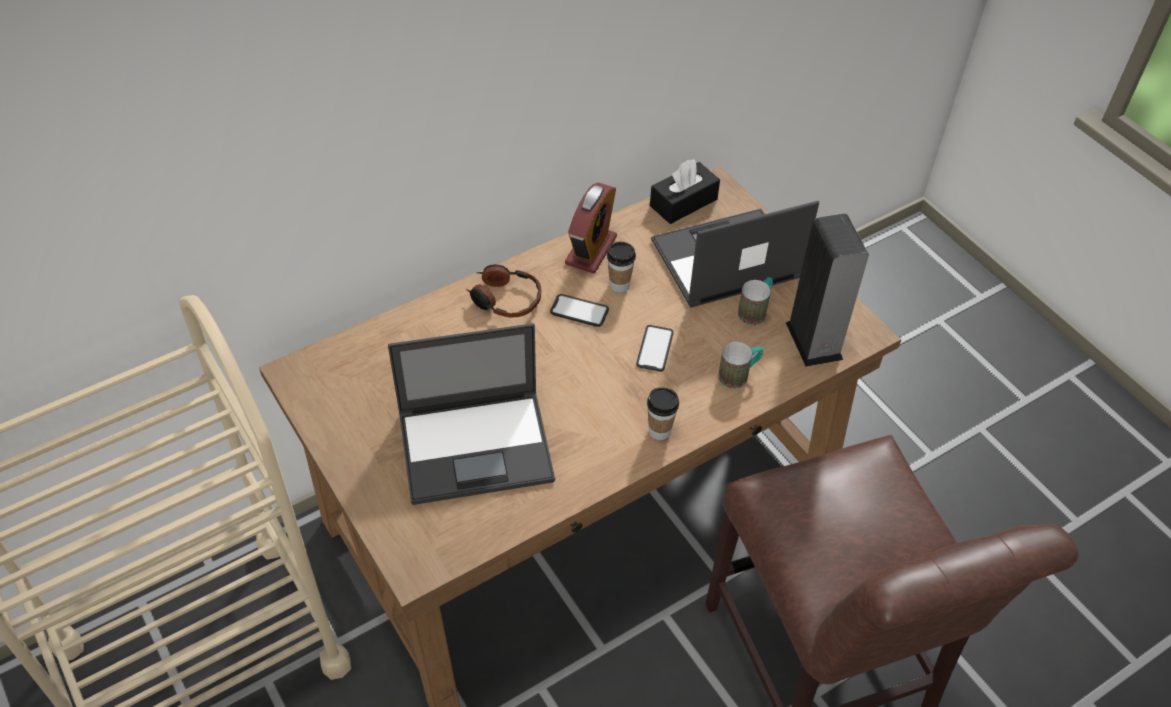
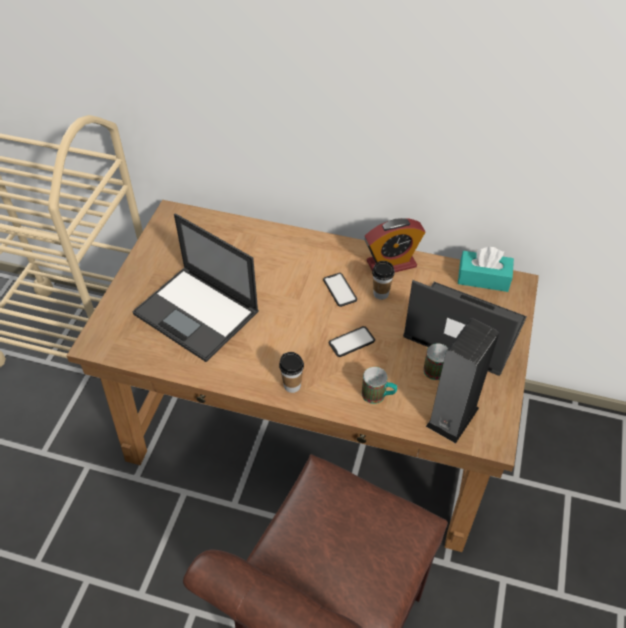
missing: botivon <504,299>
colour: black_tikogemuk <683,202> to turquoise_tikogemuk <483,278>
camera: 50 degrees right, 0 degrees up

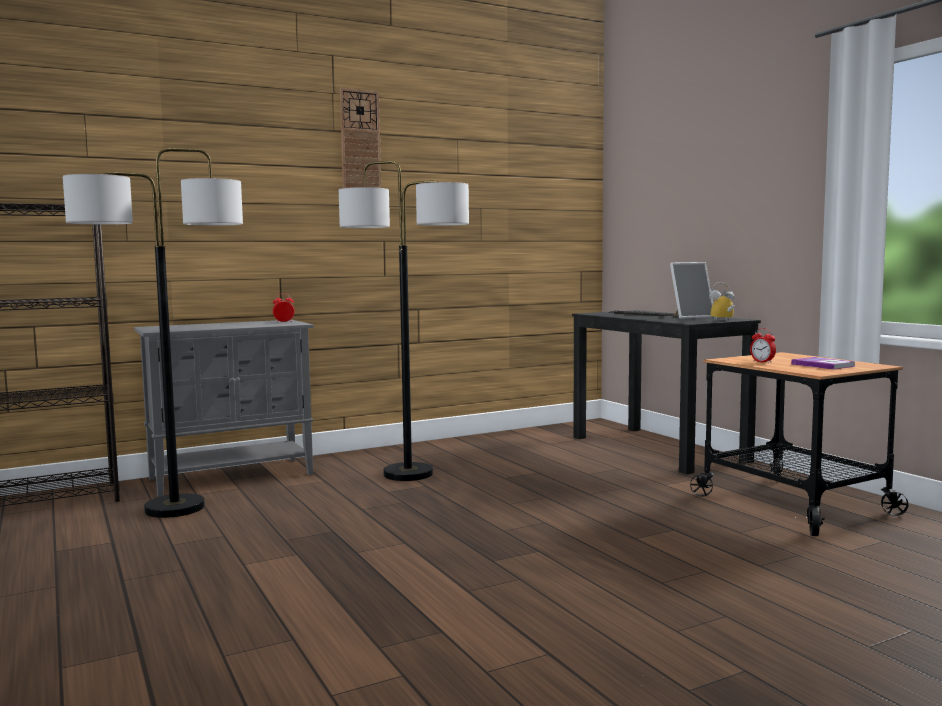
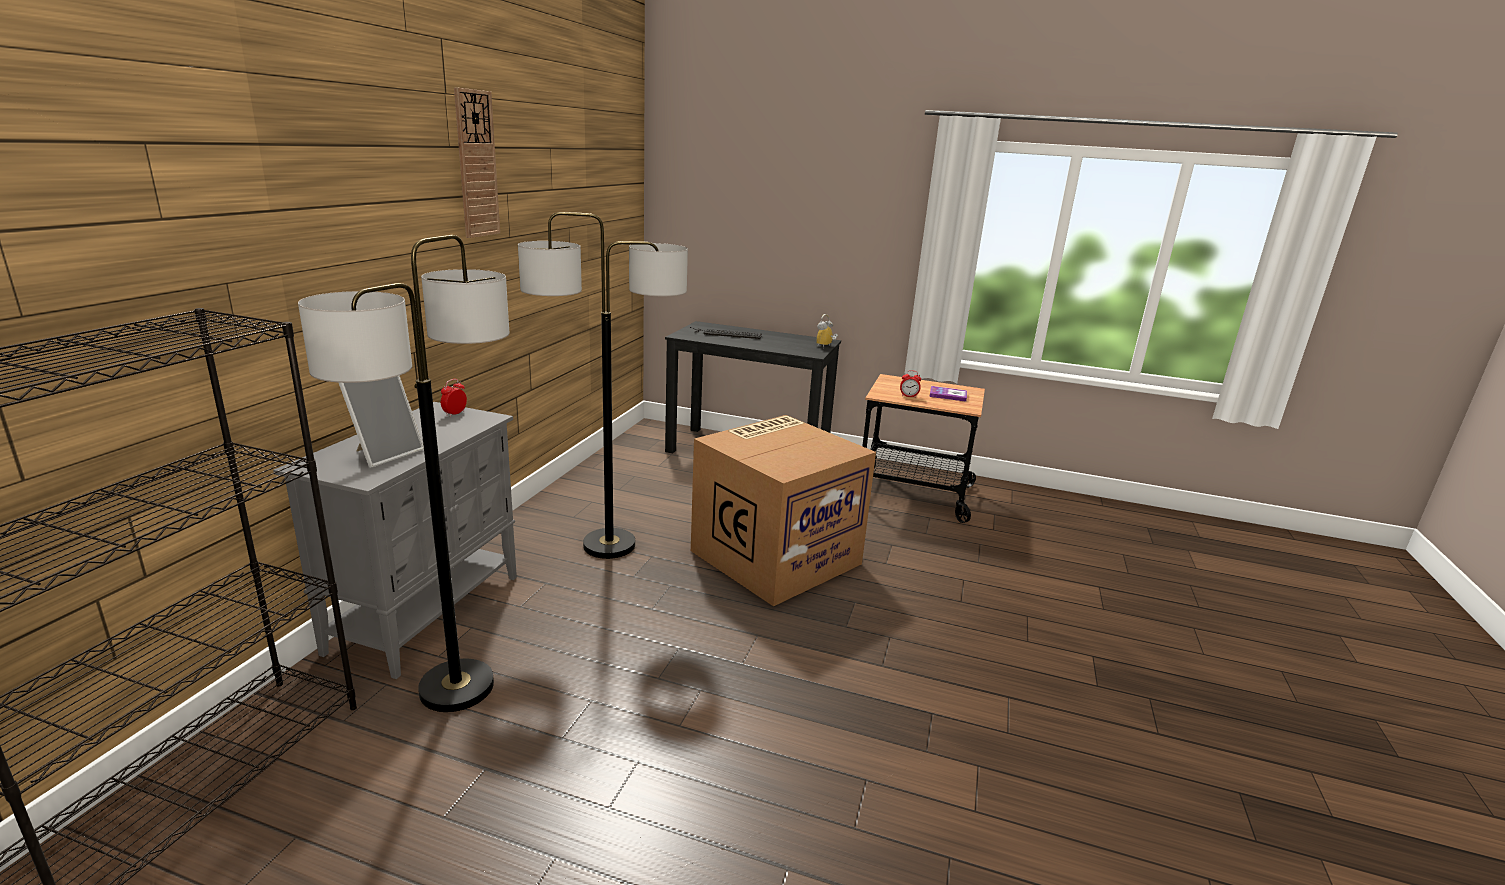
appeared: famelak <775,556>
relocated: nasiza <690,317> to <385,453>
camera: 45 degrees left, 15 degrees up

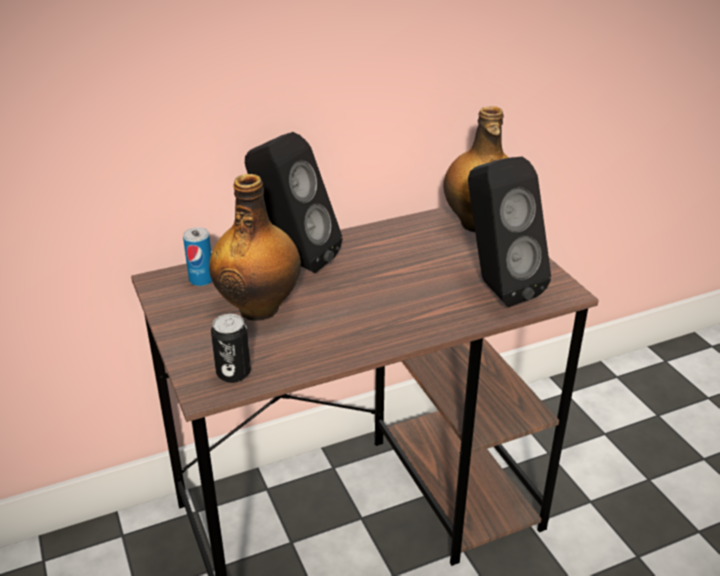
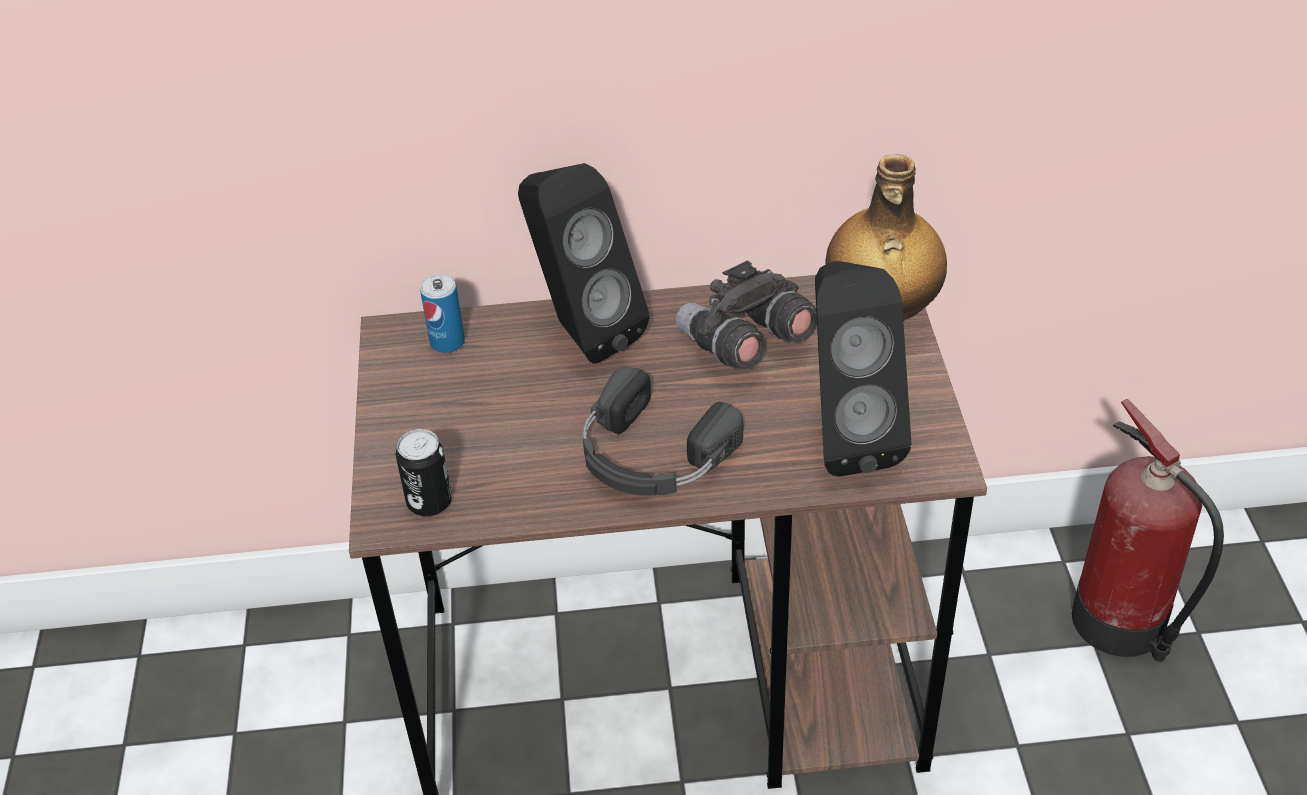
missing: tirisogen <259,307>
appeared: black_botivon <650,455>; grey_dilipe <744,344>; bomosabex <1123,624>
camera: 20 degrees right, 10 degrees up

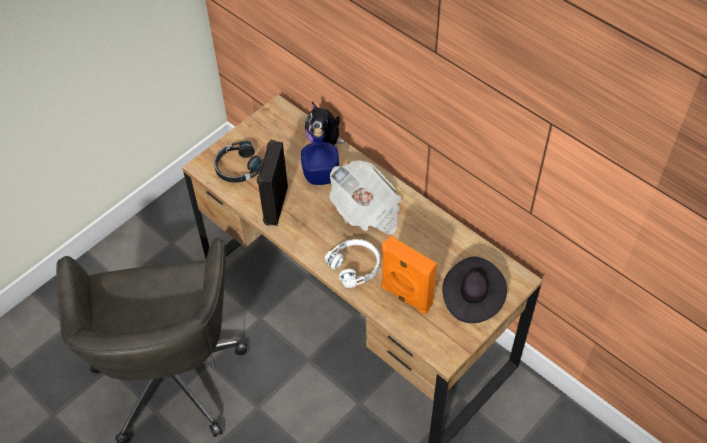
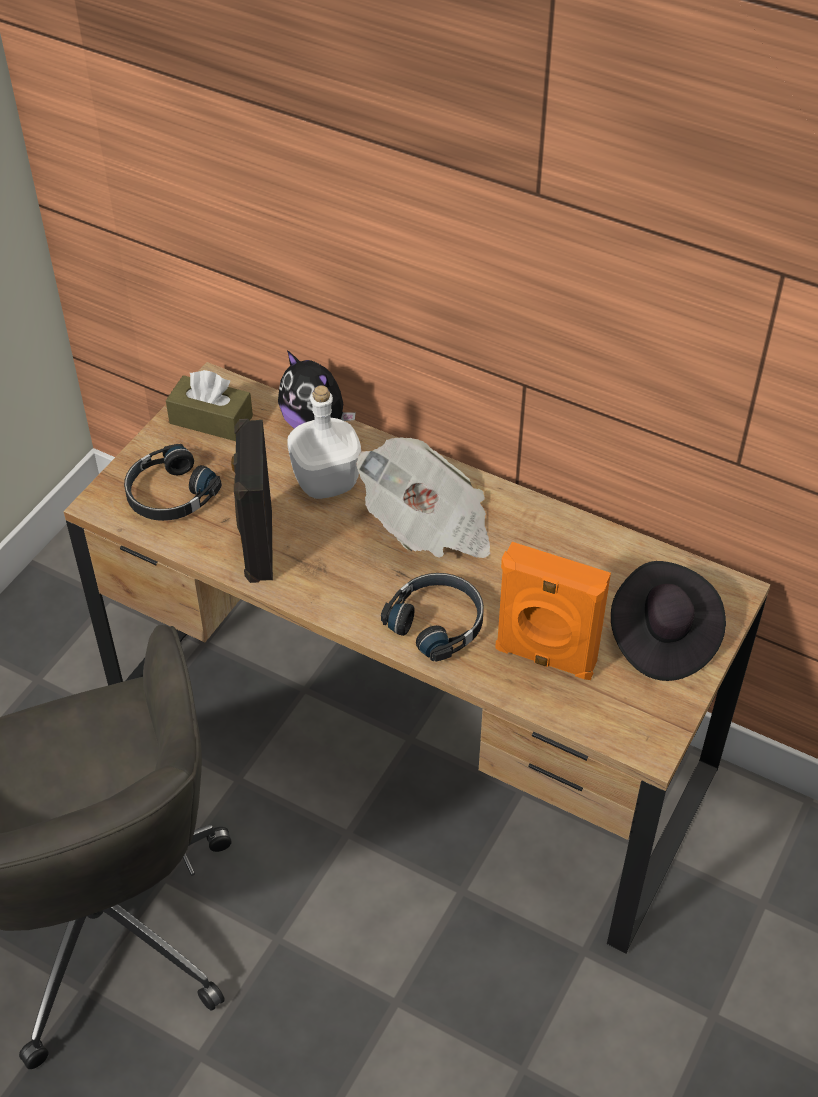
appeared: brown_tikogemuk <211,420>
colour: blue_tirisogen <320,176> to white_tirisogen <325,482>; white_botivon <355,266> to black_botivon <437,622>
camera: 15 degrees left, 5 degrees down

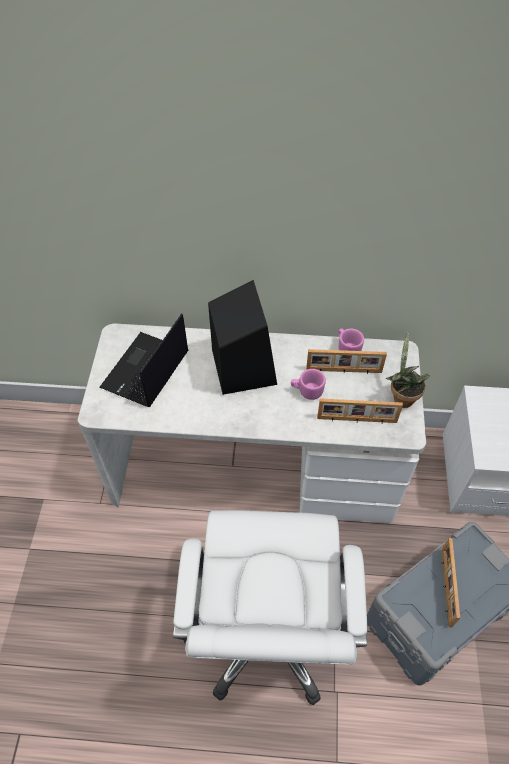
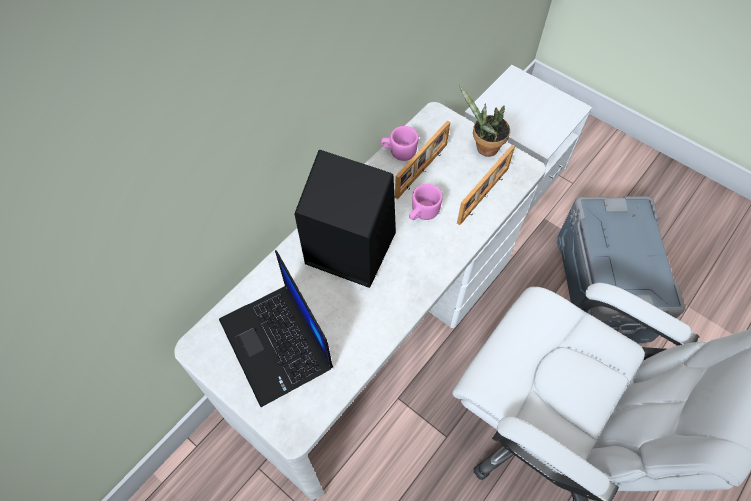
missing: nasiza <445,587>
camera: 55 degrees left, 5 degrees up

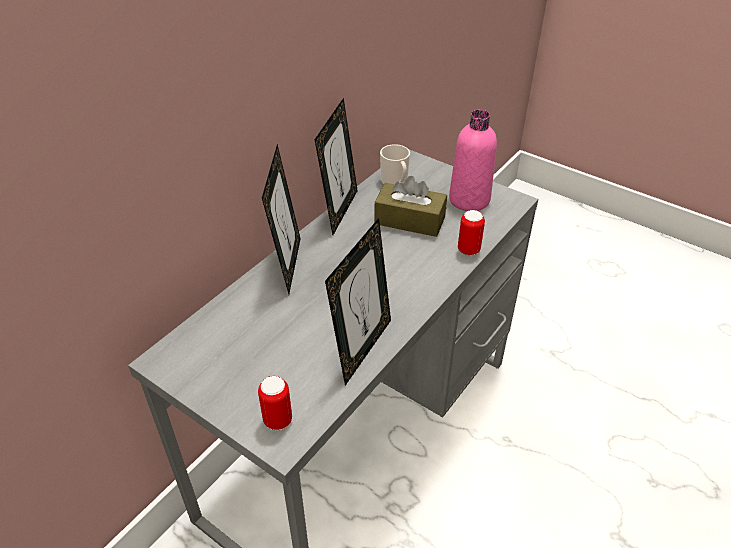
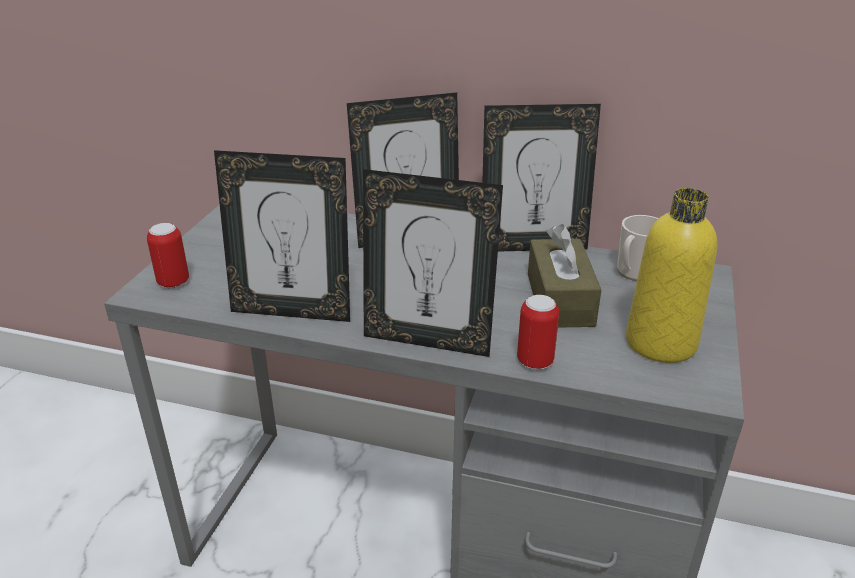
appeared: nasiza <428,340>
colour: pink_tirisogen <469,199> to yellow_tirisogen <661,343>
camera: 70 degrees right, 10 degrees down

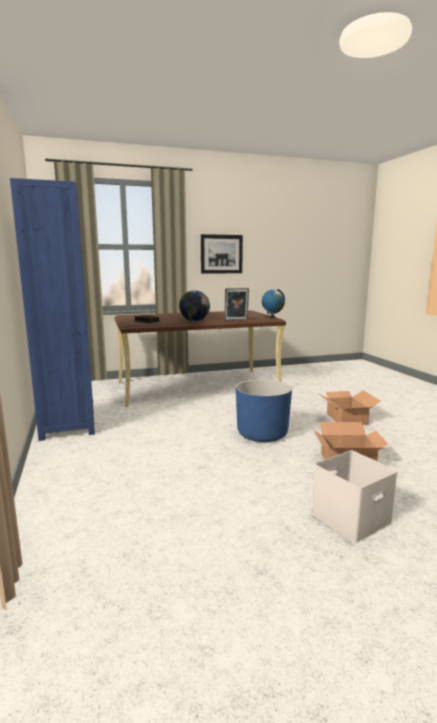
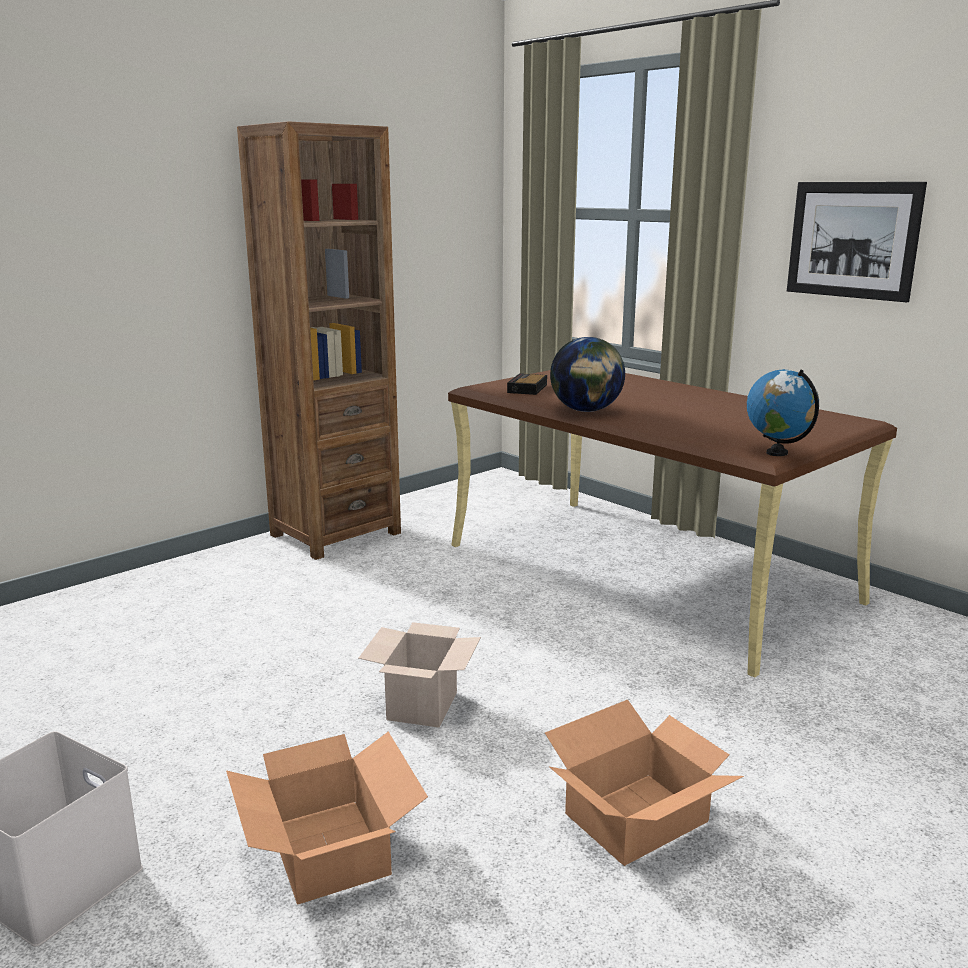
missing: nasiza <236,320>
exchanged: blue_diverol <262,434> to famelak <421,704>
colour: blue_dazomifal <68,426> to brown_dazomifal <335,534>
camera: 65 degrees right, 5 degrees up

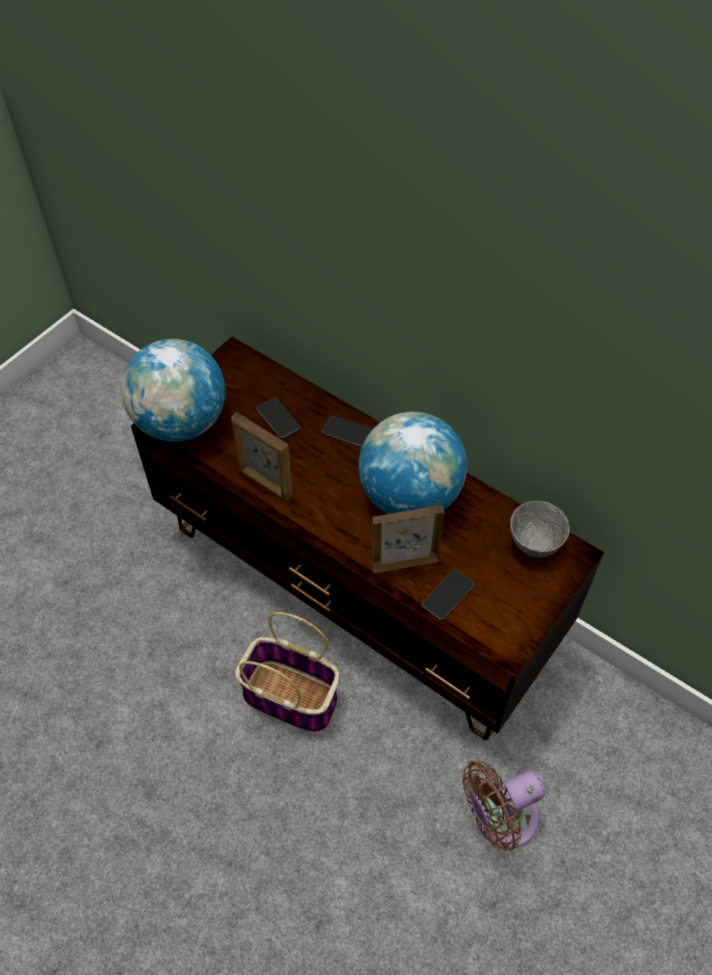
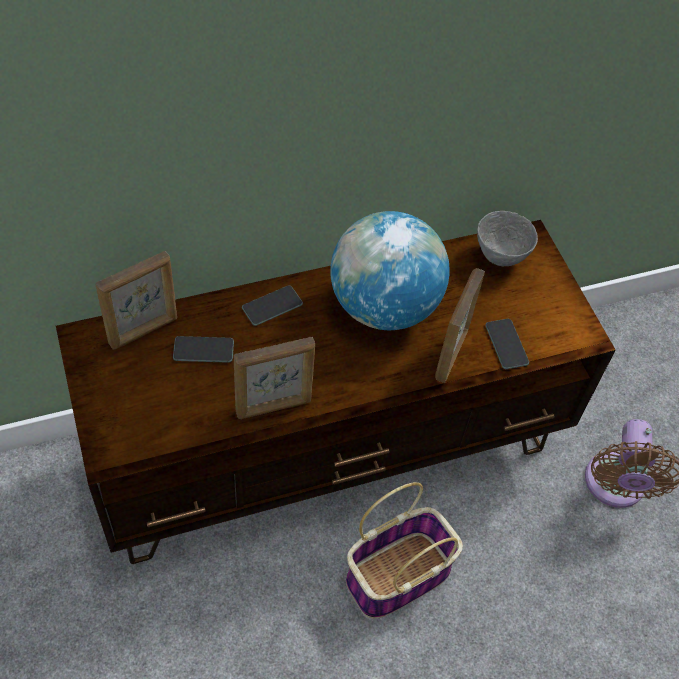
missing: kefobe <181,422>
appeared: nasiza <144,331>
camera: 60 degrees left, 0 degrees up

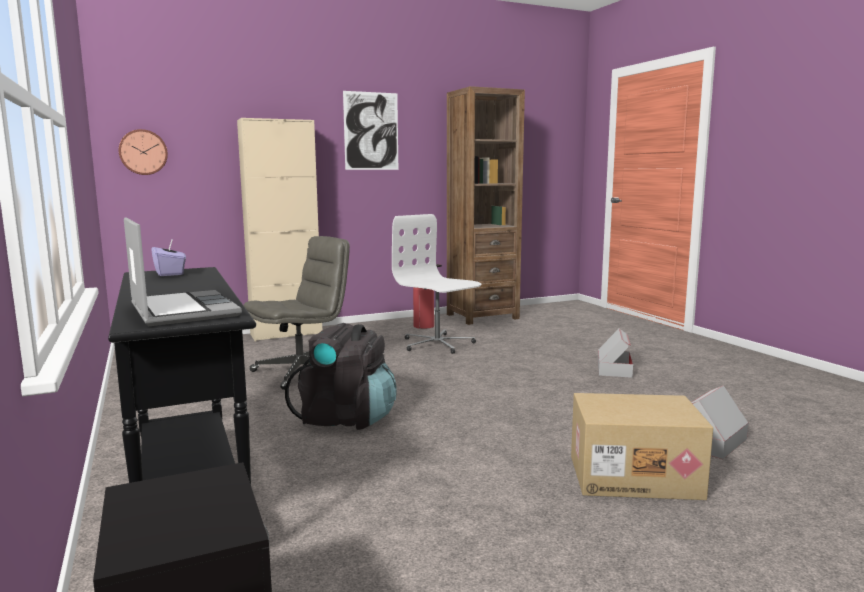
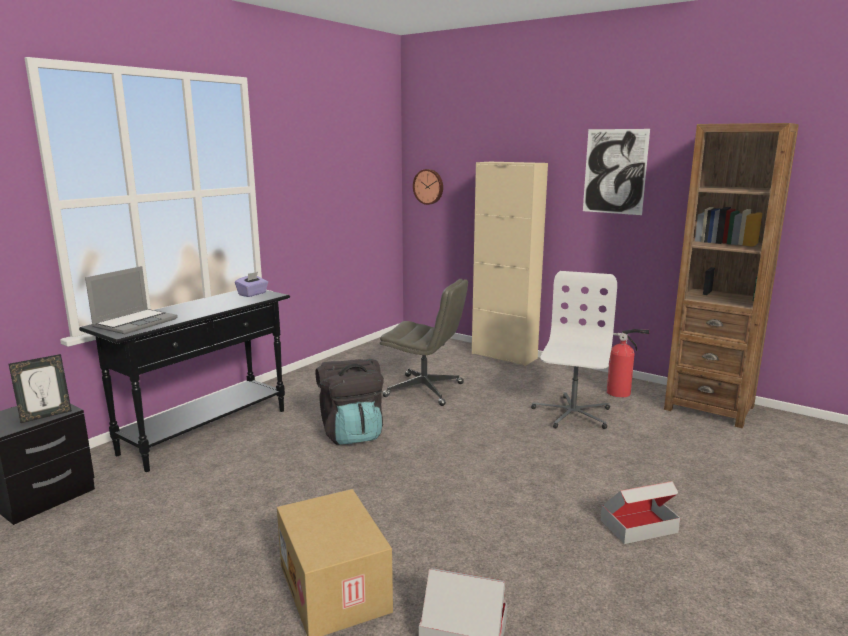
appeared: nasiza <46,415>
camera: 60 degrees right, 5 degrees up

